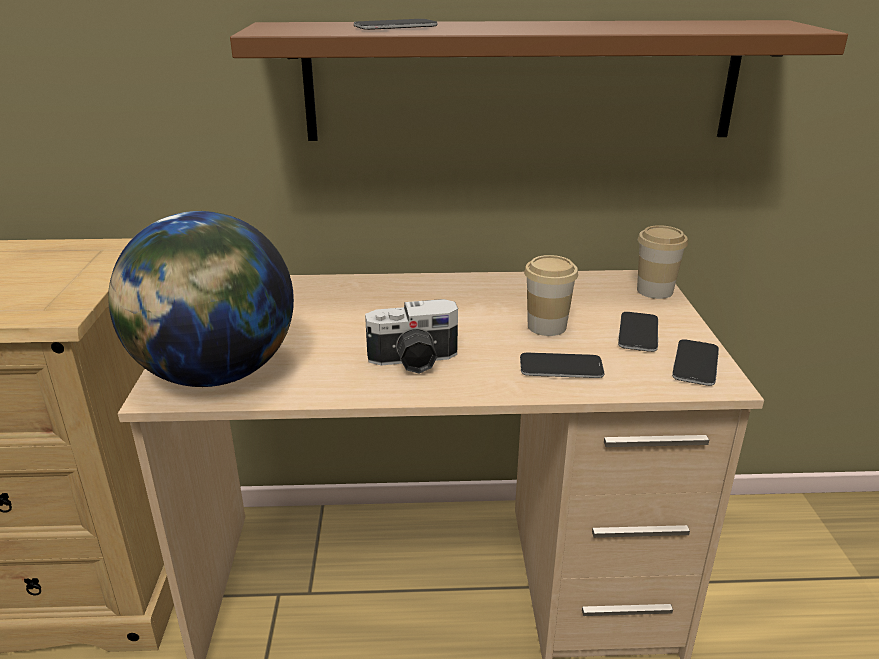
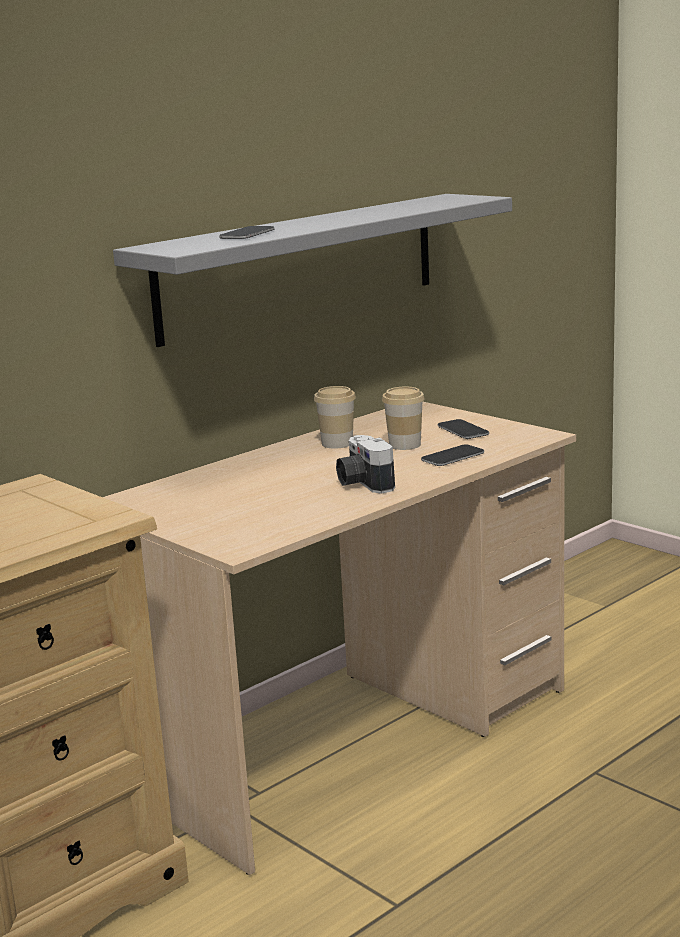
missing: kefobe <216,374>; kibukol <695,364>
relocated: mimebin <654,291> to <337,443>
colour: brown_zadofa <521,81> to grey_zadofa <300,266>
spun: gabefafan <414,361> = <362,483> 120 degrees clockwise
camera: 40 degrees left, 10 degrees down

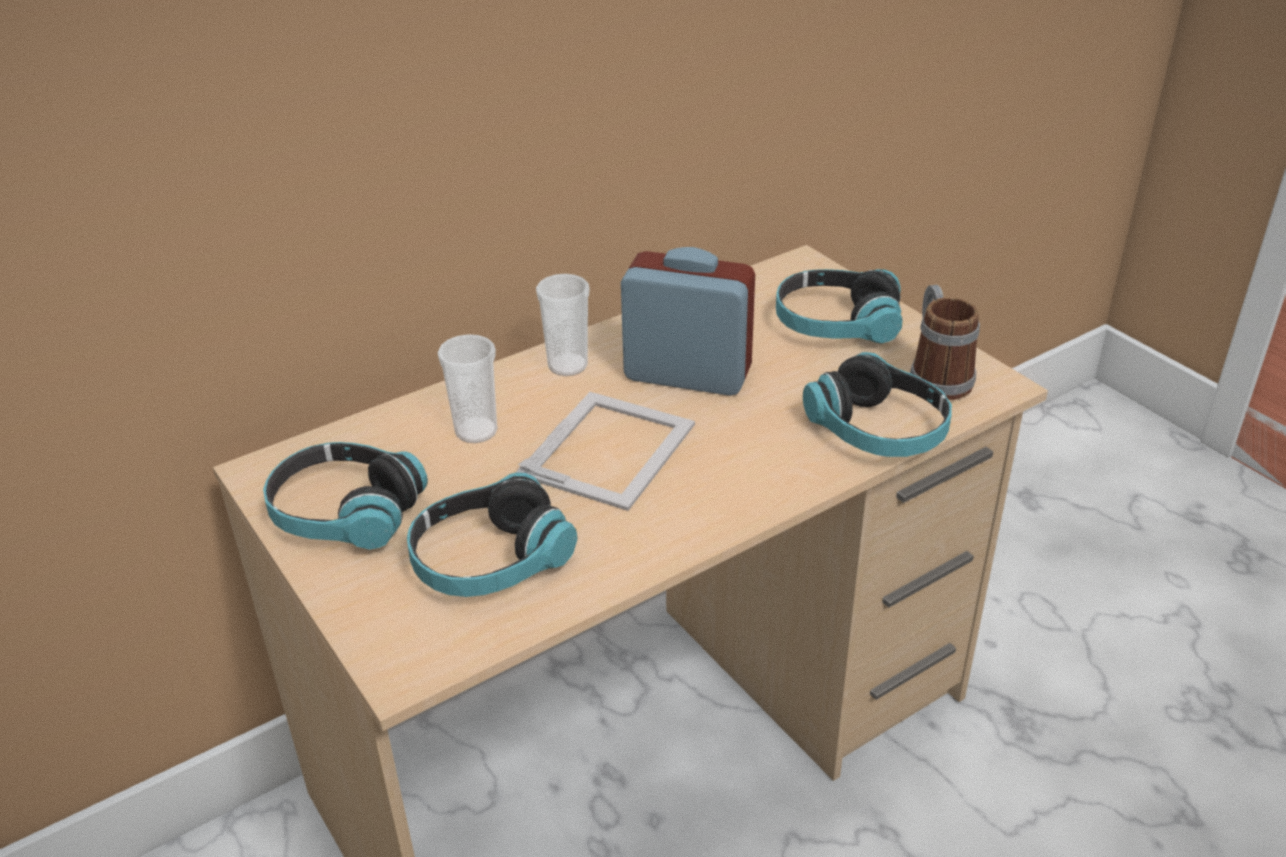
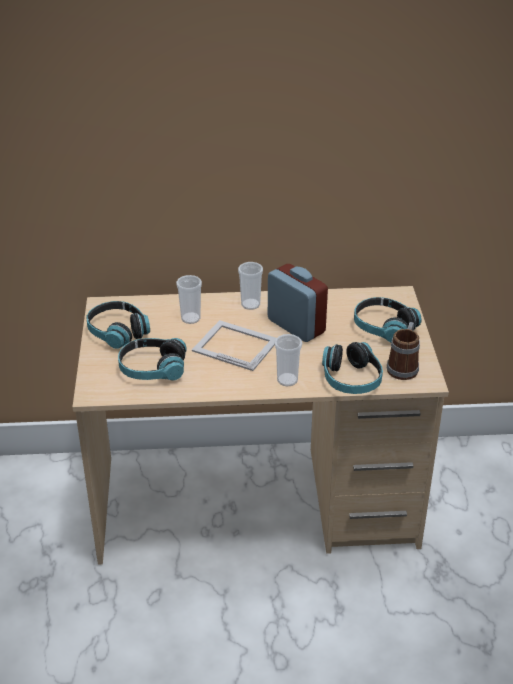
appeared: mimebin <287,380>
spun: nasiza <610,448> = <235,345> 120 degrees counterclockwise
camera: 30 degrees right, 0 degrees up

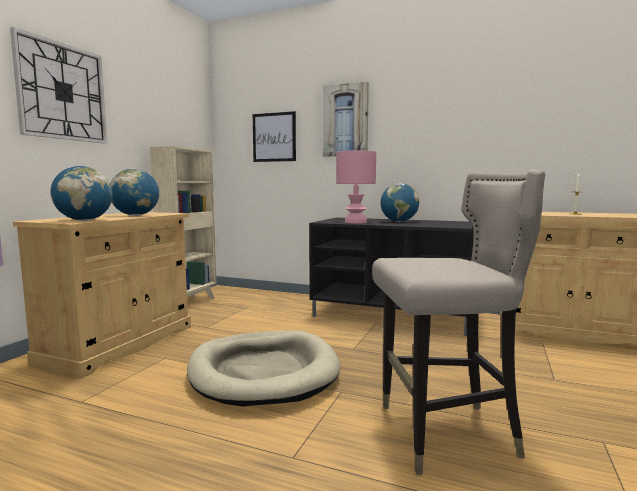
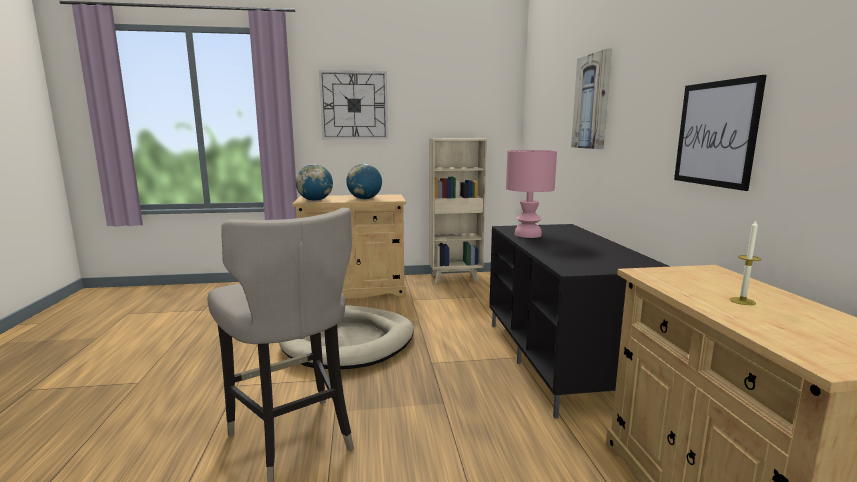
missing: kefobe <399,221>
relocated: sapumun <274,137> to <715,134>
camera: 60 degrees right, 5 degrees up

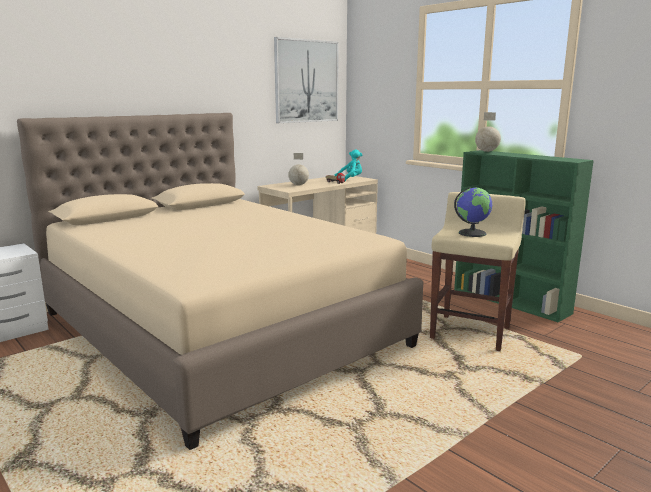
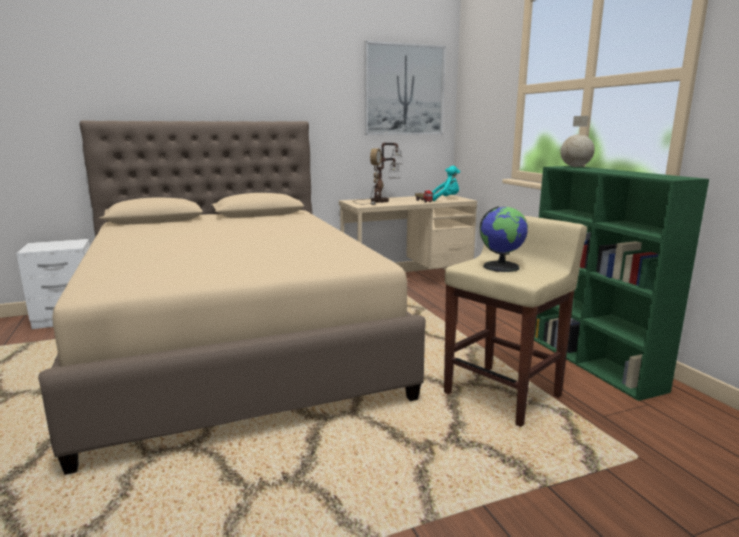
exchanged: kefobe <298,185> to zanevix <381,201>
camera: 20 degrees right, 0 degrees up

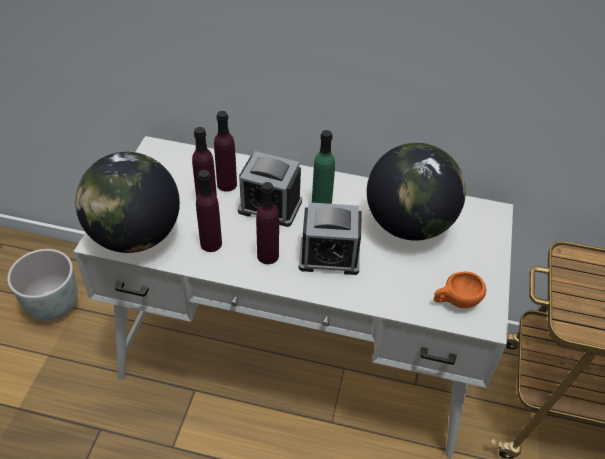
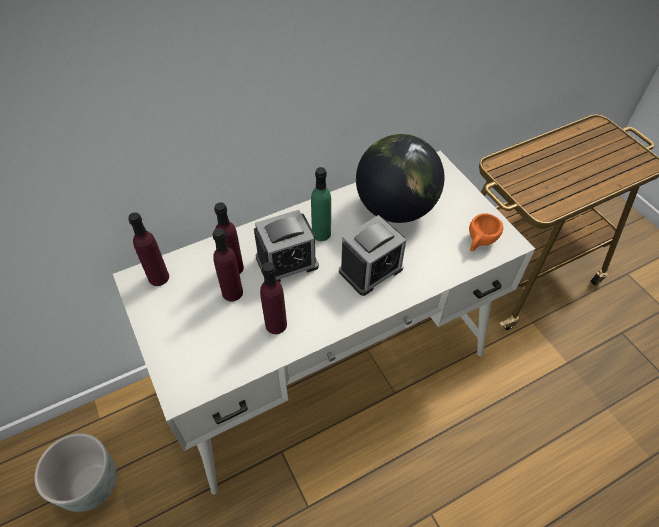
missing: kefobe <135,236>
relocated: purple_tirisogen <268,255> to <158,277>
camera: 40 degrees left, 5 degrees up

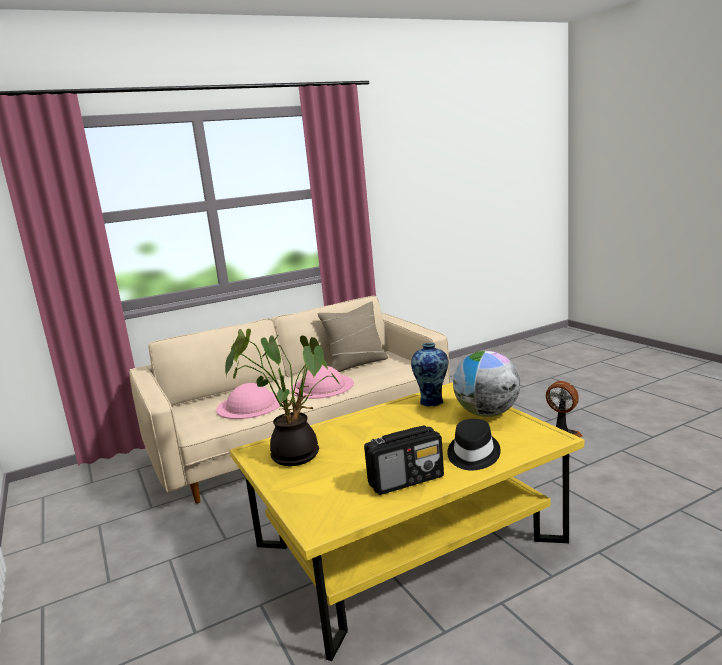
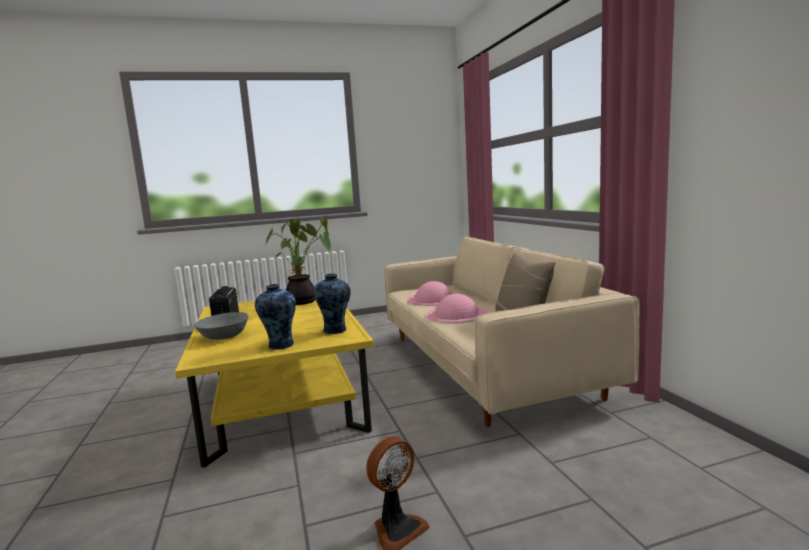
exchanged: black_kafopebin <472,455> to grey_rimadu <224,336>; kefobe <487,413> to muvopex <280,345>
camera: 100 degrees right, 5 degrees down

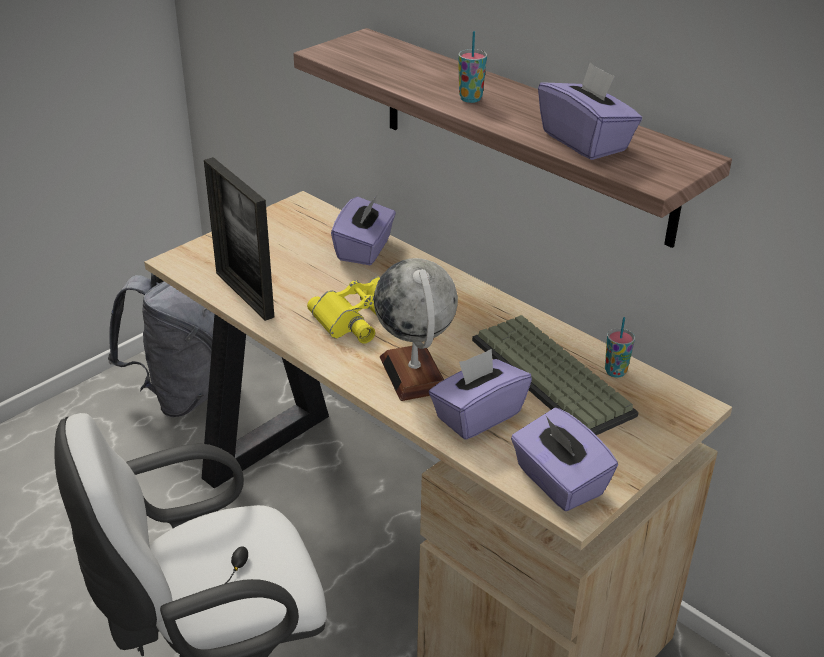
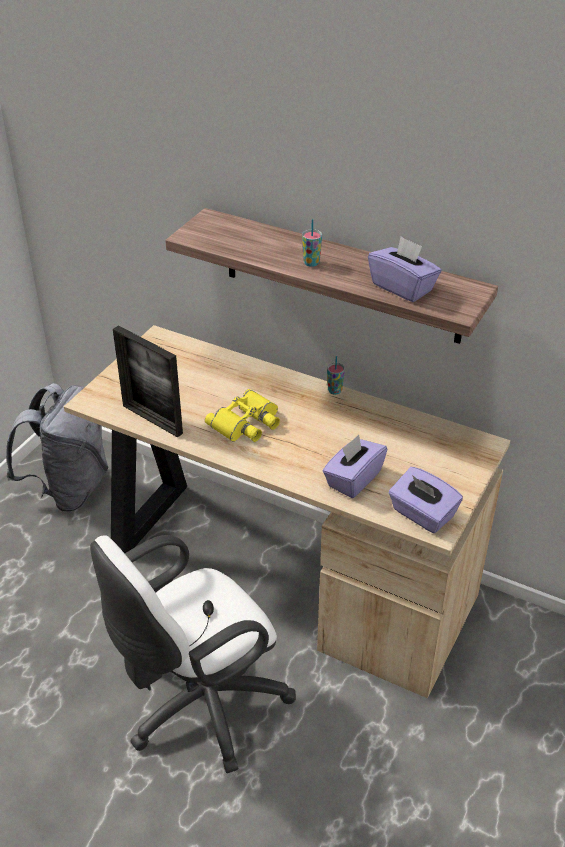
missing: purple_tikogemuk <365,249>; kefobe <414,374>; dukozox <555,377>
relocated: mimebin <615,372> to <334,391>
camera: 15 degrees left, 5 degrees up

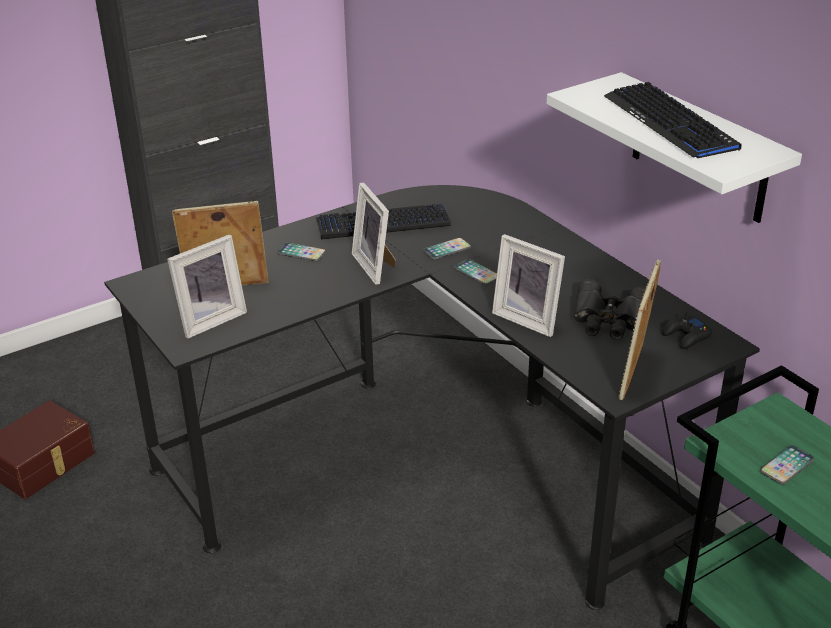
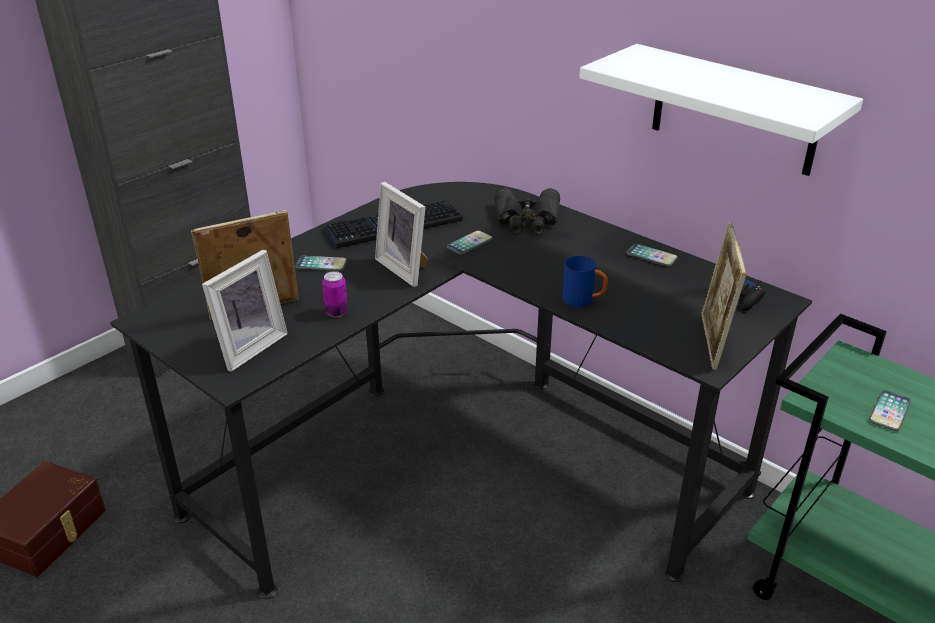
missing: dukozox <670,123>
appeared: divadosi <336,312>
relocated: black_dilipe <609,320> to <527,220>; kibukol <477,273> to <651,256>
exchanged: nasiza <529,318> to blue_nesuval <583,301>
camera: 15 degrees left, 0 degrees up

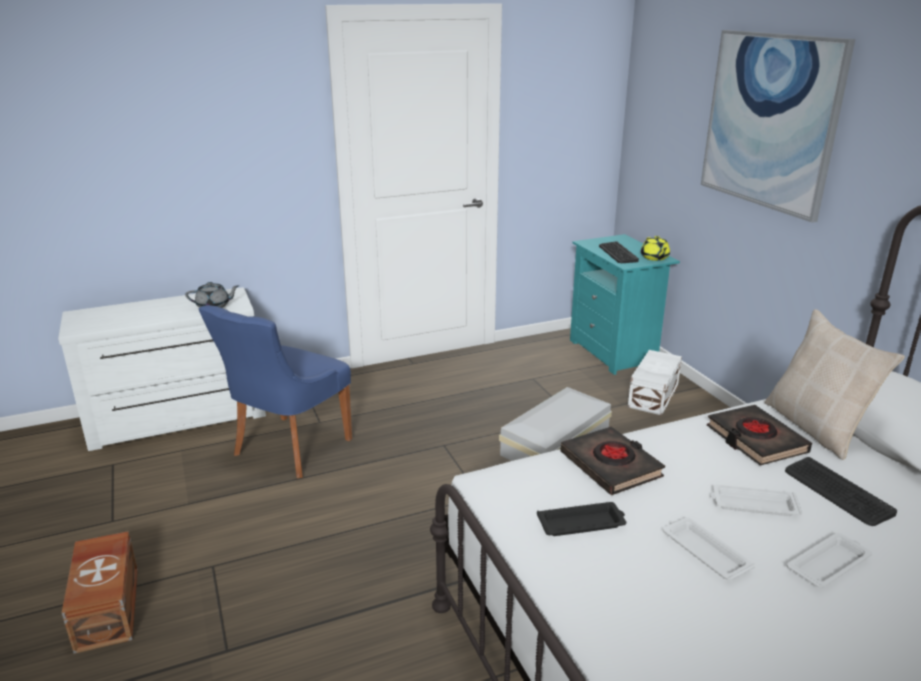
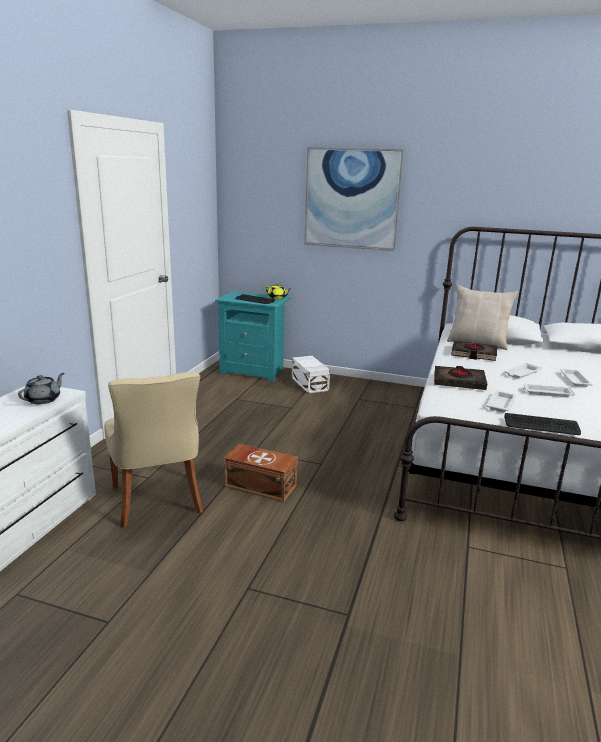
missing: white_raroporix <558,442>
relocated: brown_raroporix <109,607> to <260,485>; dukozox <837,492> to <541,425>
colour: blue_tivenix <289,448> to beige_tivenix <158,502>; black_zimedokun <582,524> to white_zimedokun <501,404>
camera: 50 degrees left, 5 degrees down

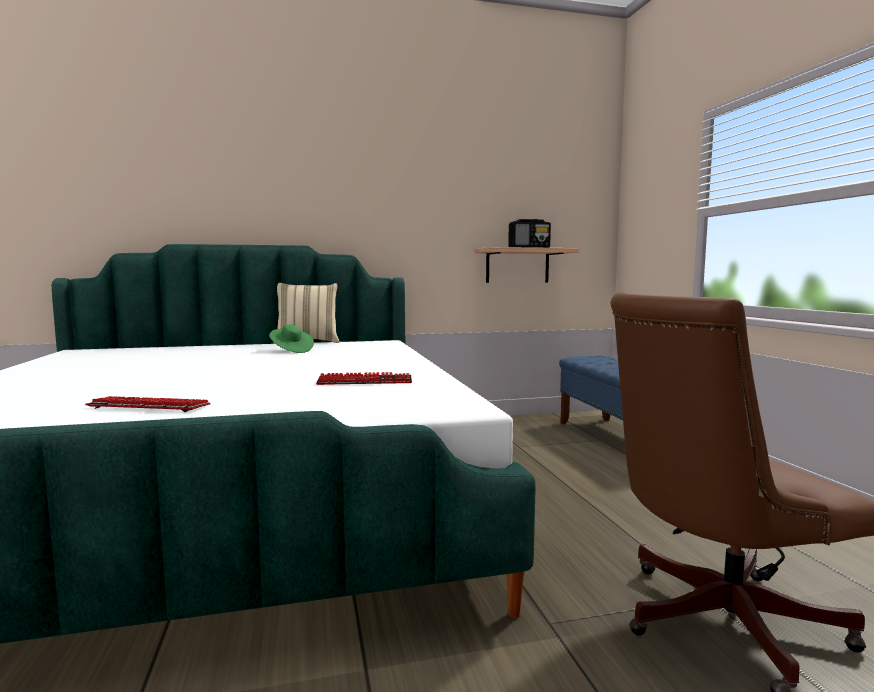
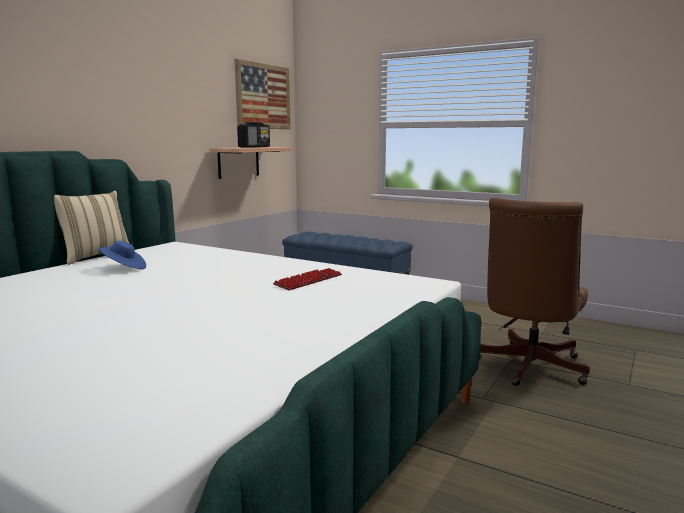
missing: dukozox <148,406>
appeared: sapumun <263,96>
colour: green_kafopebin <291,350> to blue_kafopebin <124,268>
camera: 45 degrees left, 5 degrees up

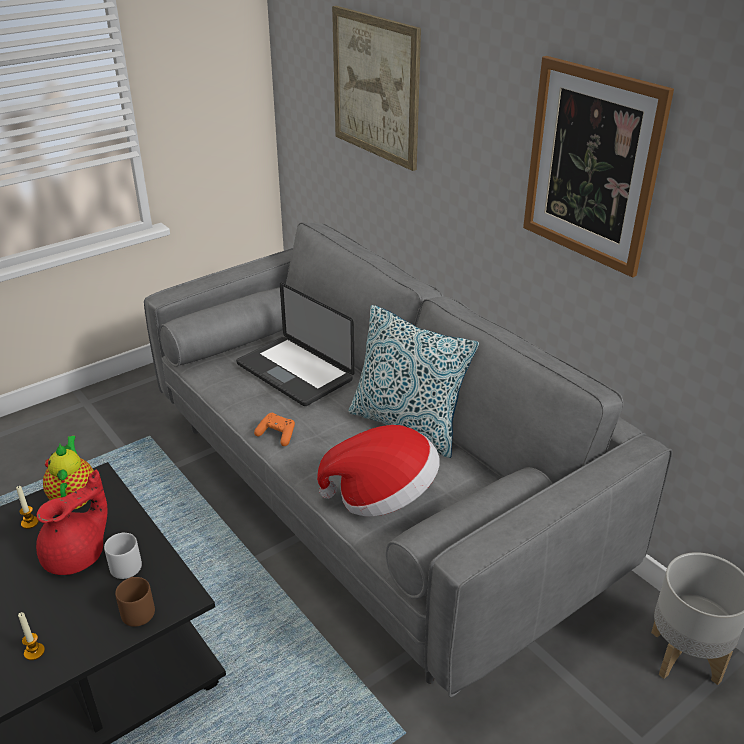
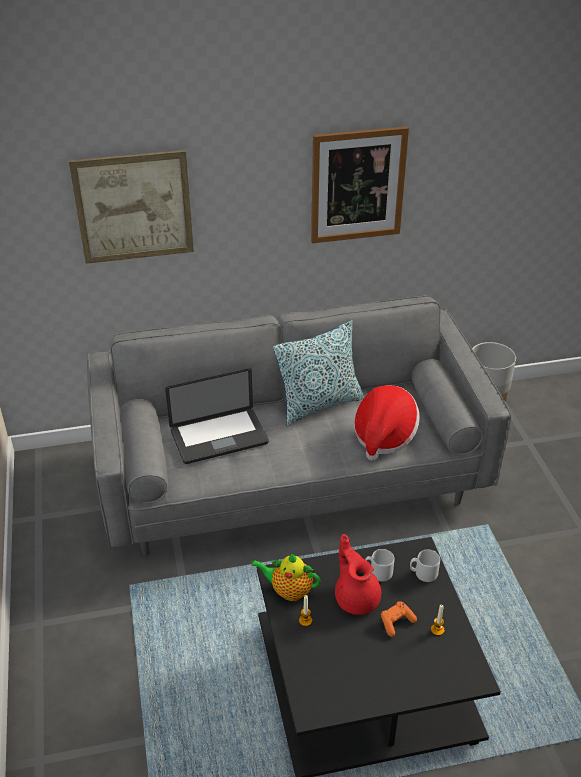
relocated: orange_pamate <277,435> to <396,622>
colour: brown_nesuval <138,610> to grey_nesuval <423,573>
camera: 65 degrees left, 5 degrees up

